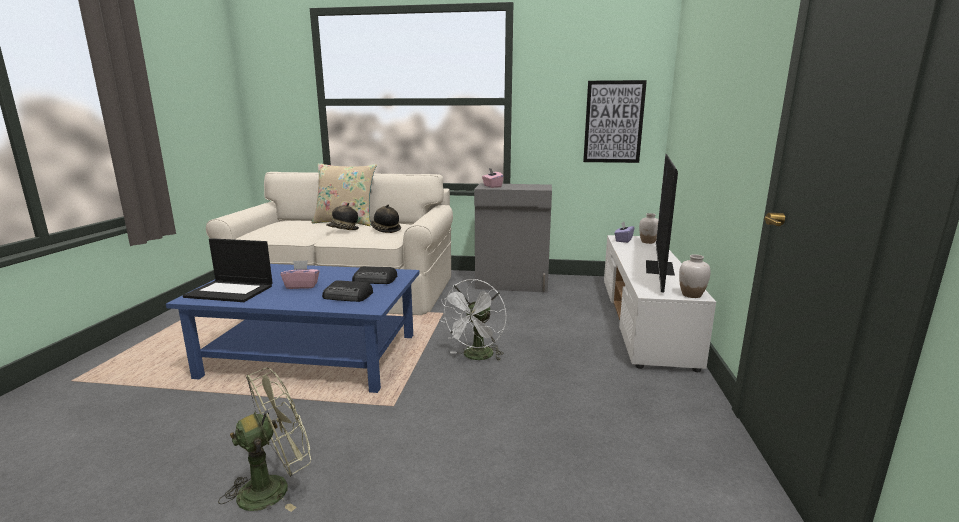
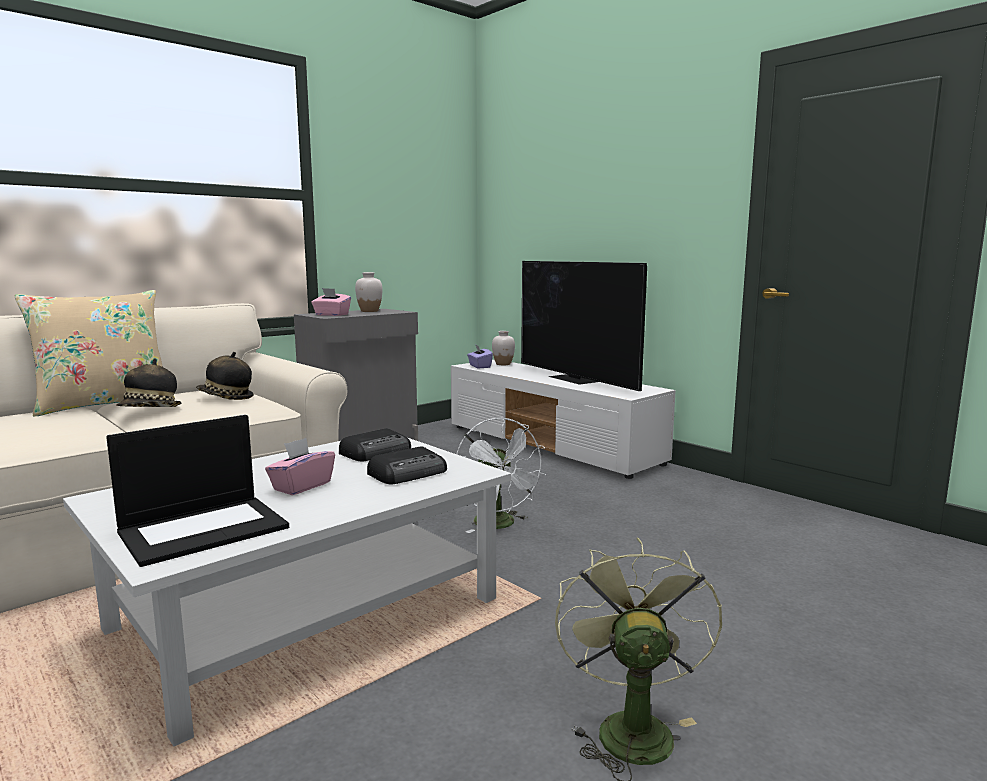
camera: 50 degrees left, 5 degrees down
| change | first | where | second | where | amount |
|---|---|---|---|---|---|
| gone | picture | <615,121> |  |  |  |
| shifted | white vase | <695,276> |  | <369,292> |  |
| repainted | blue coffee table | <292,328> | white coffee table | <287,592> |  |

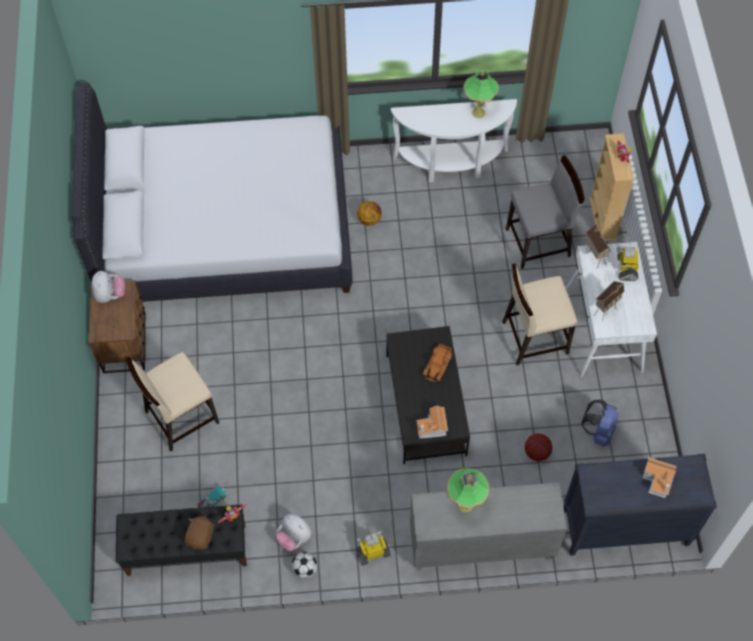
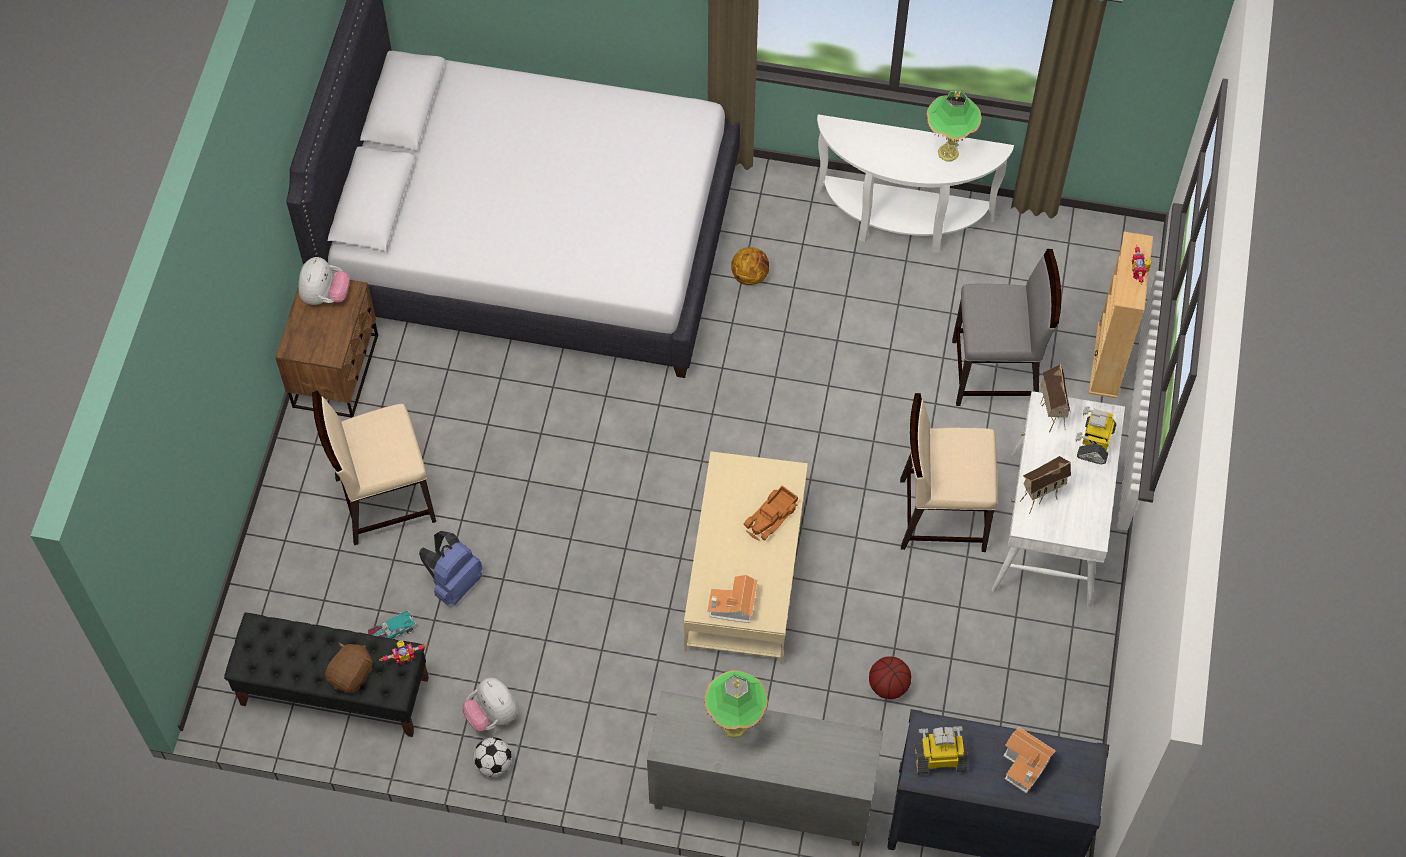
camera: 15 degrees right, 0 degrees up
| change | first | where | second | where | amount |
|---|---|---|---|---|---|
| repainted | black coffee table | <428,395> | beige coffee table | <746,557> |  |
| shifted | blue backpack | <600,423> |  | <451,568> |  |
| shifted | toy robot | <373,548> |  | <941,750> |  |

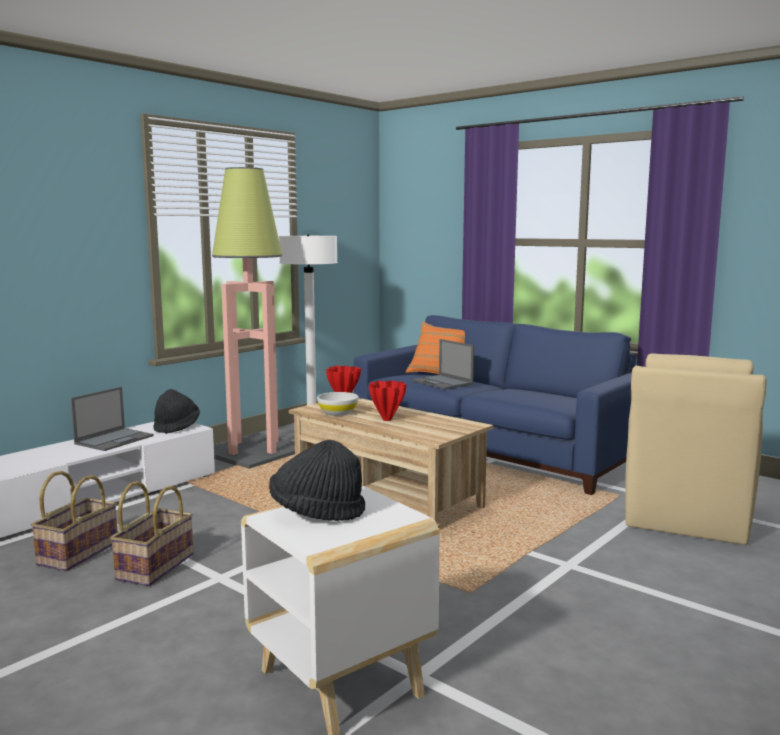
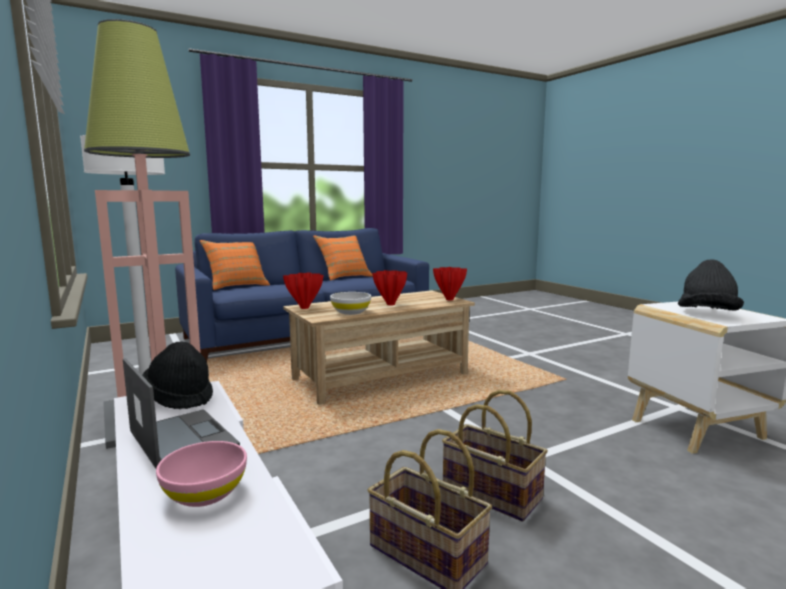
camera: 70 degrees left, 0 degrees up
| change | first | where | second | where | amount |
|---|---|---|---|---|---|
| gone | laptop | <443,364> |  |  |  |
| gone | beige armchair | <696,449> |  |  |  |
| new |  |  | orange pillow | <343,258> |  |
| new |  |  | red vase | <450,283> |  |
| new |  |  | pink bowl | <201,474> |  |

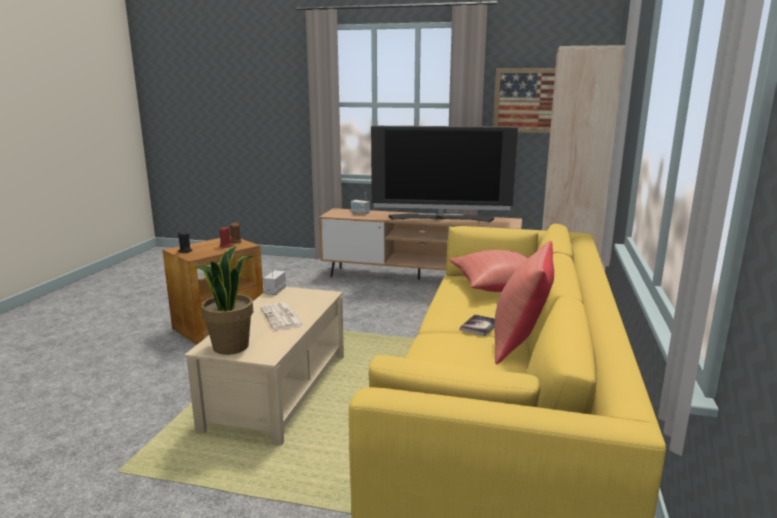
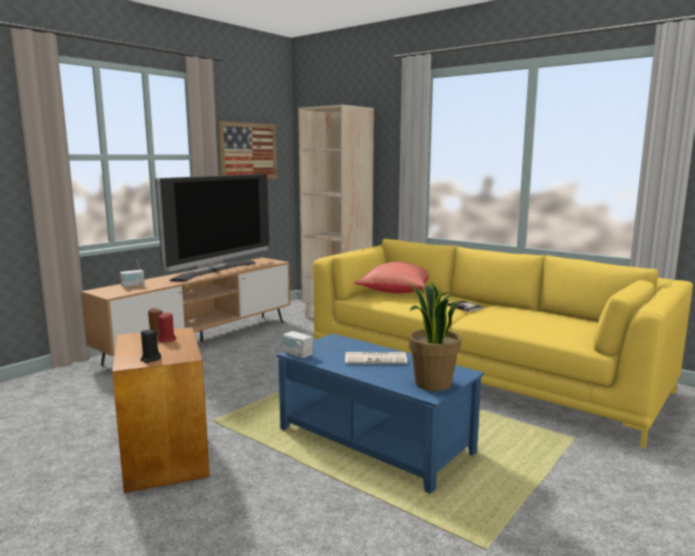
camera: 65 degrees left, 5 degrees down
| change | first | where | second | where | amount |
|---|---|---|---|---|---|
| gone | red pillow | <524,302> |  |  |  |
| repainted | beige coffee table | <264,366> | blue coffee table | <380,413> |  |

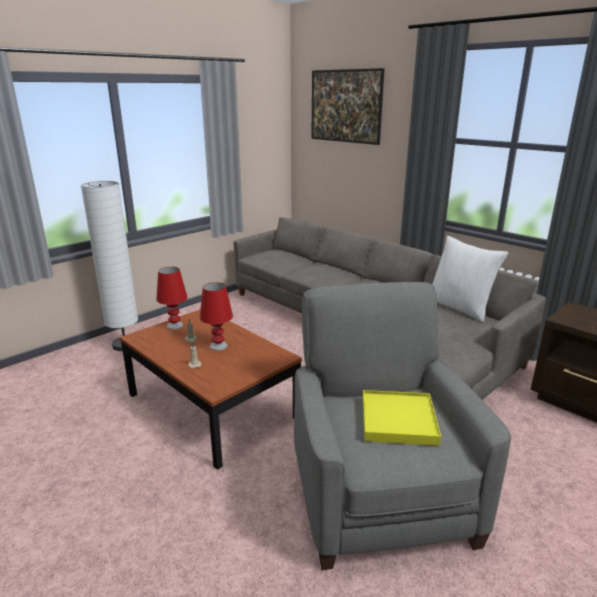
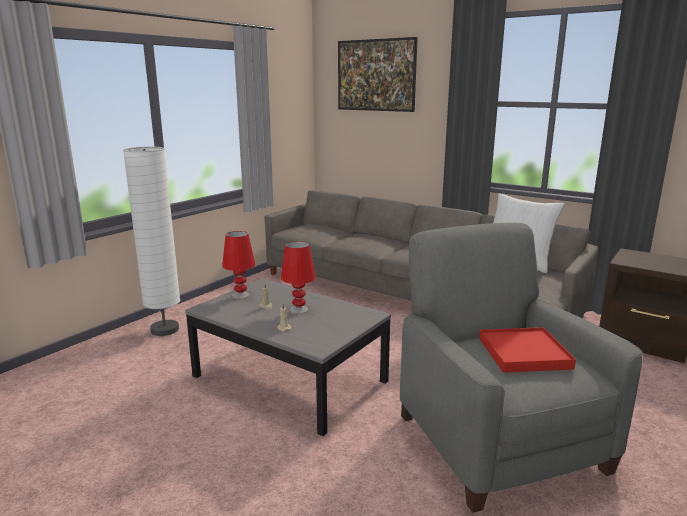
camera: 10 degrees left, 5 degrees down
| change | first | where | second | where | amount |
|---|---|---|---|---|---|
| repainted | brown coffee table | <211,389> | grey coffee table | <288,357> |  |
| repainted | yellow tray | <402,418> | red tray | <527,350> |  |

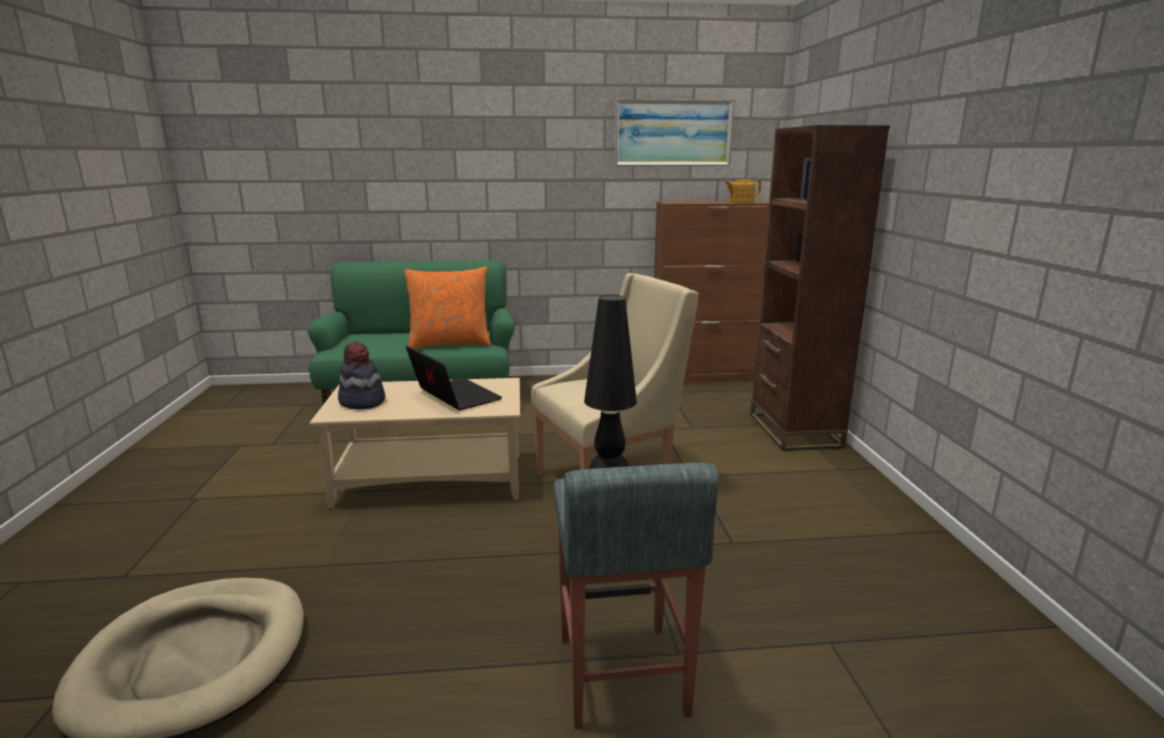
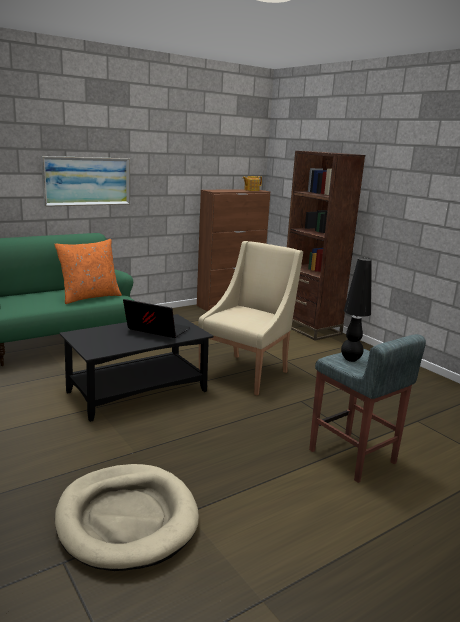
camera: 30 degrees left, 0 degrees up
| change | first | where | second | where | amount |
|---|---|---|---|---|---|
| shifted | picture | <675,132> |  | <85,181> |  |
| gone | hat | <361,375> |  |  |  |
| repainted | beige coffee table | <415,443> | black coffee table | <136,368> |  |

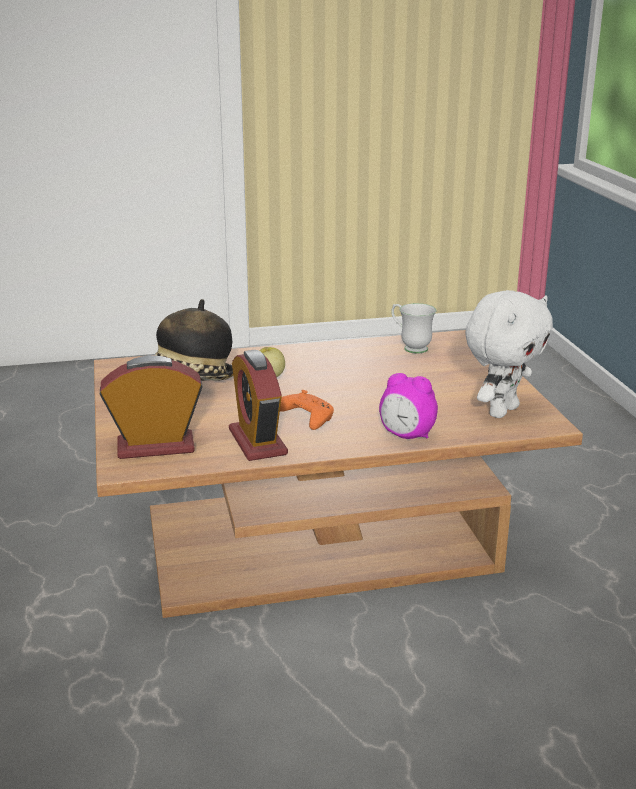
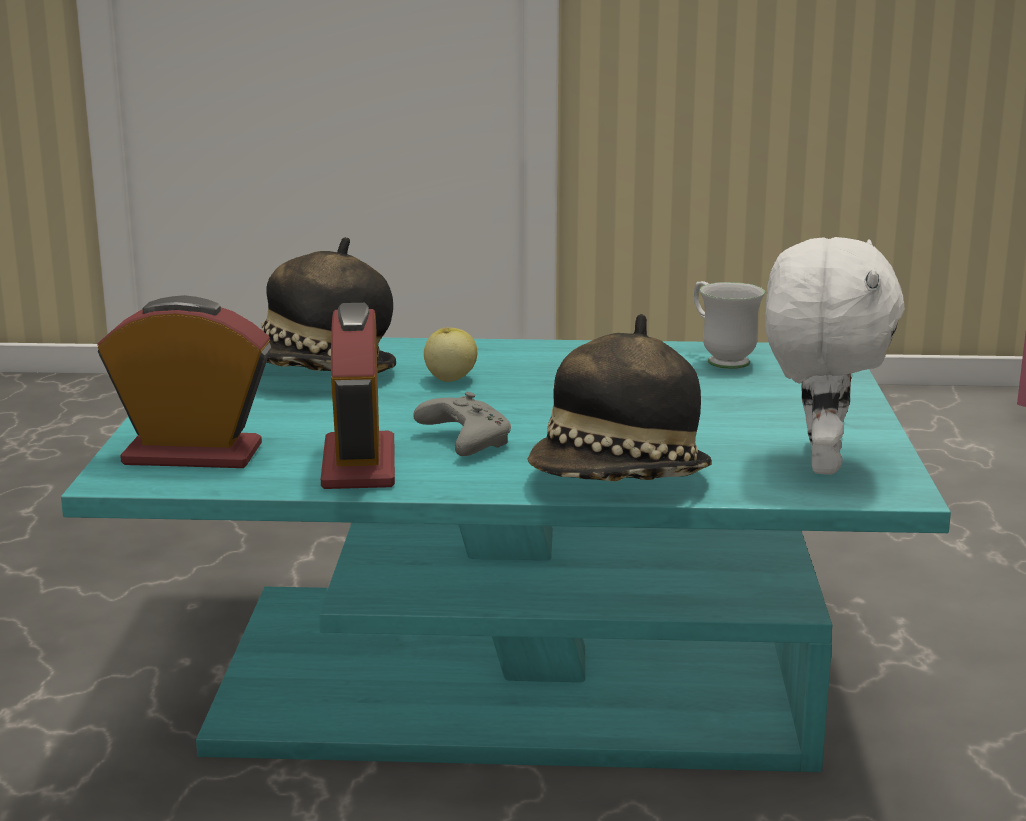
camera: 15 degrees right, 5 degrees down
| change | first | where | second | where | amount |
|---|---|---|---|---|---|
| rotated | white plush toy | <509,354> |  | <835,356> | 45 degrees counterclockwise |
| repainted | brown coffee table | <338,474> | turquoise coffee table | <506,555> |  |
| swapped | alarm clock | <408,406> | hat | <619,398> |  |
| repainted | orange game controller | <307,410> | grey game controller | <462,424> |  |

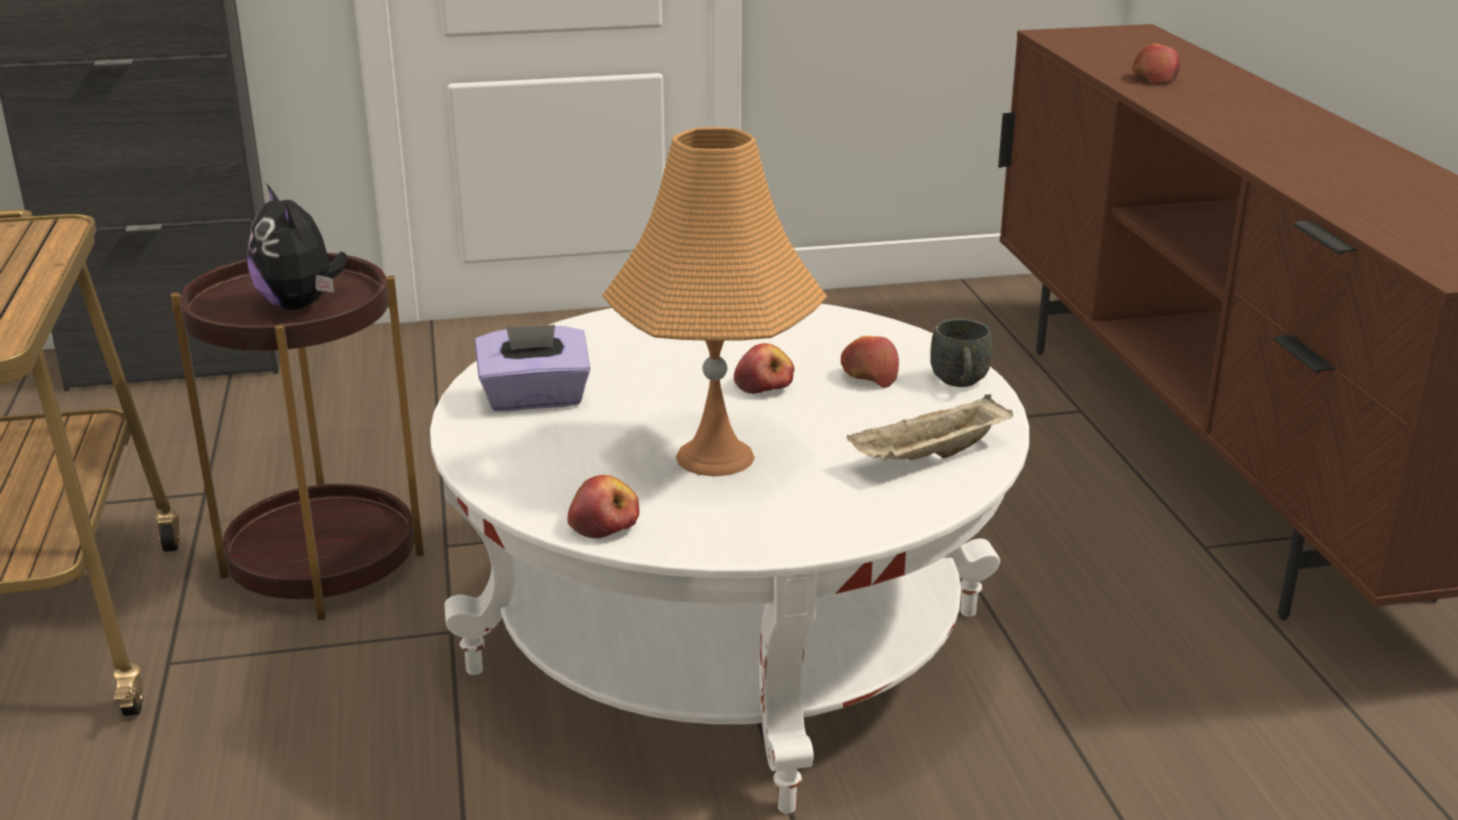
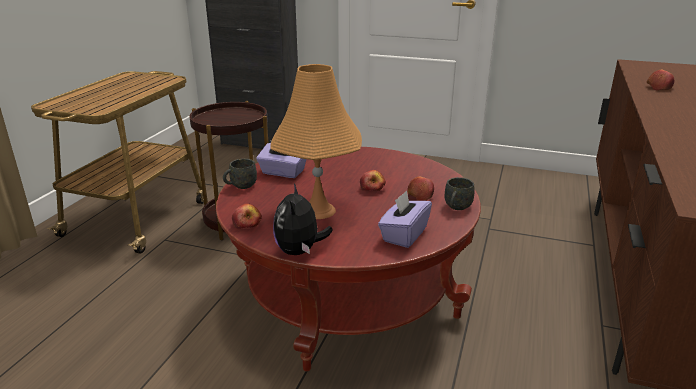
camera: 30 degrees right, 0 degrees up
| change | first | where | second | where | amount |
|---|---|---|---|---|---|
| shifted | plush toy | <297,246> |  | <303,219> |  |
| repainted | white coffee table | <729,559> | red coffee table | <348,259> |  |
| swapped | beige tray | <930,427> | purple tissue box | <405,219> |  |
| new |  |  | grey mug | <240,174> |  |

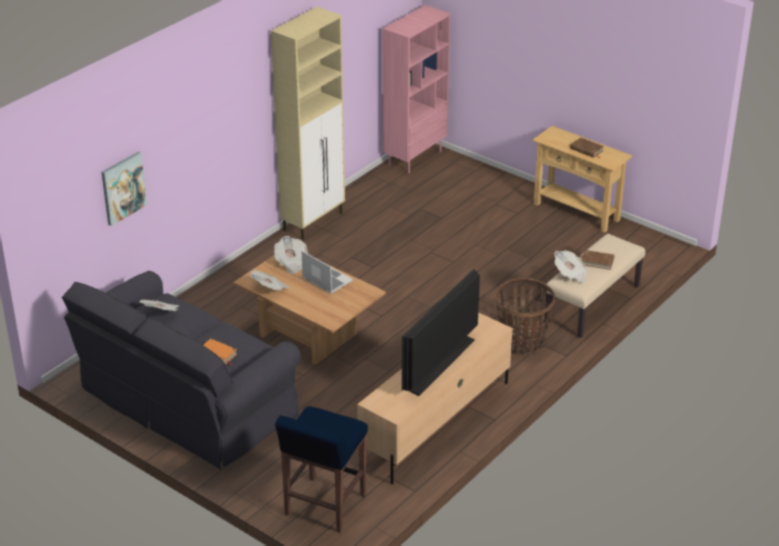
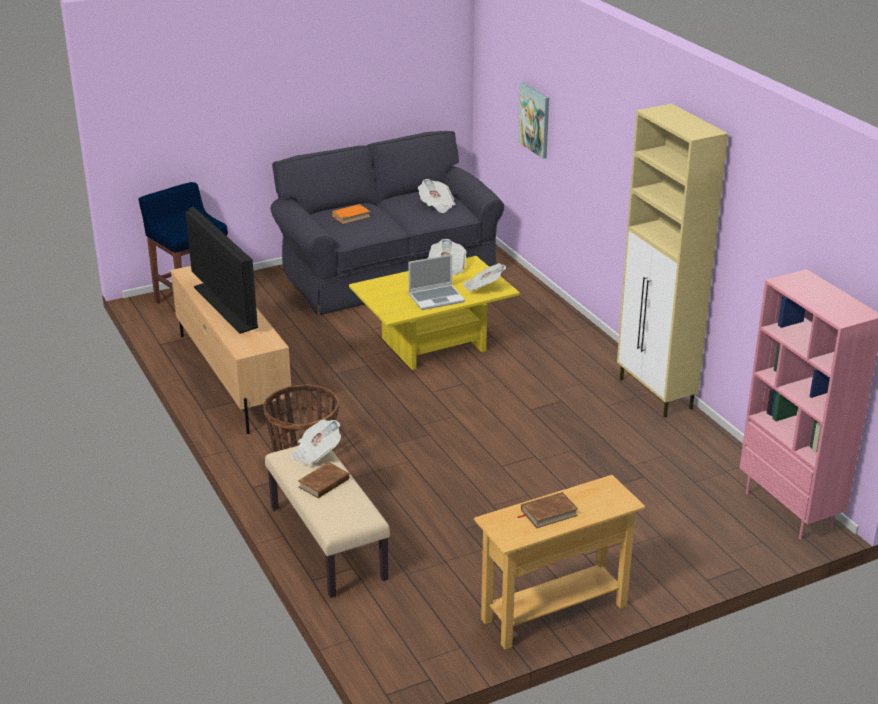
camera: 115 degrees right, 5 degrees down
| change | first | where | second | where | amount |
|---|---|---|---|---|---|
| repainted | brown coffee table | <309,310> | yellow coffee table | <434,313> |  |

